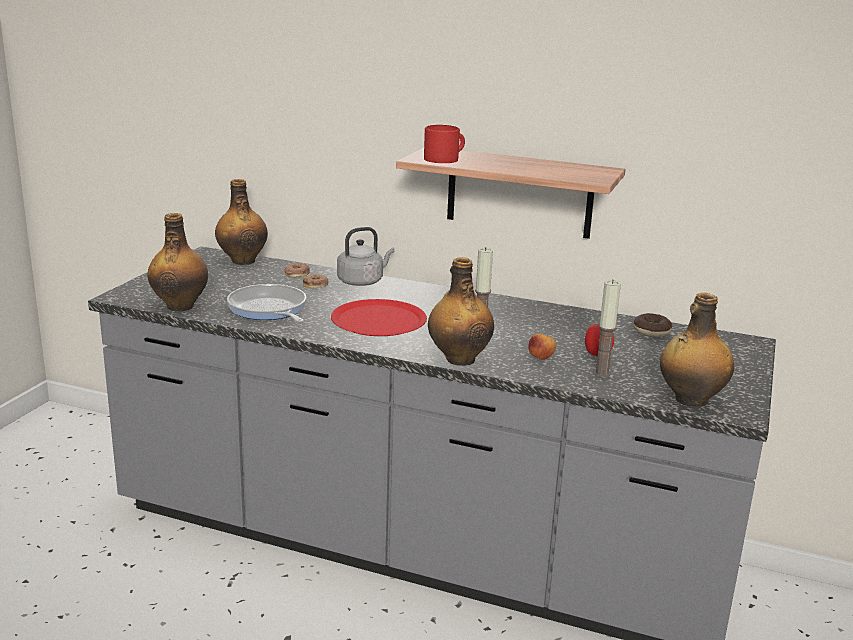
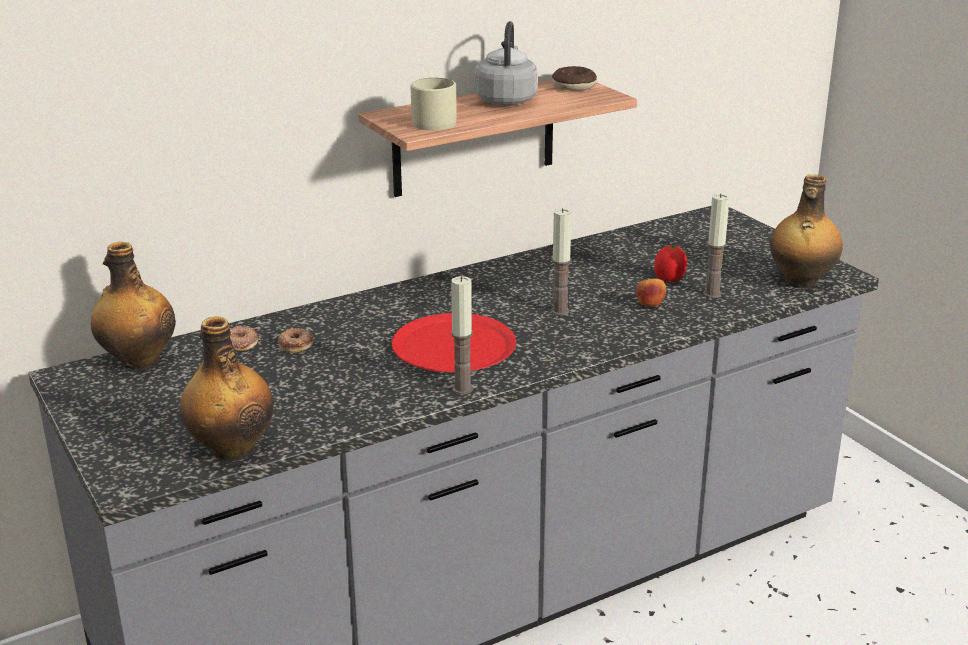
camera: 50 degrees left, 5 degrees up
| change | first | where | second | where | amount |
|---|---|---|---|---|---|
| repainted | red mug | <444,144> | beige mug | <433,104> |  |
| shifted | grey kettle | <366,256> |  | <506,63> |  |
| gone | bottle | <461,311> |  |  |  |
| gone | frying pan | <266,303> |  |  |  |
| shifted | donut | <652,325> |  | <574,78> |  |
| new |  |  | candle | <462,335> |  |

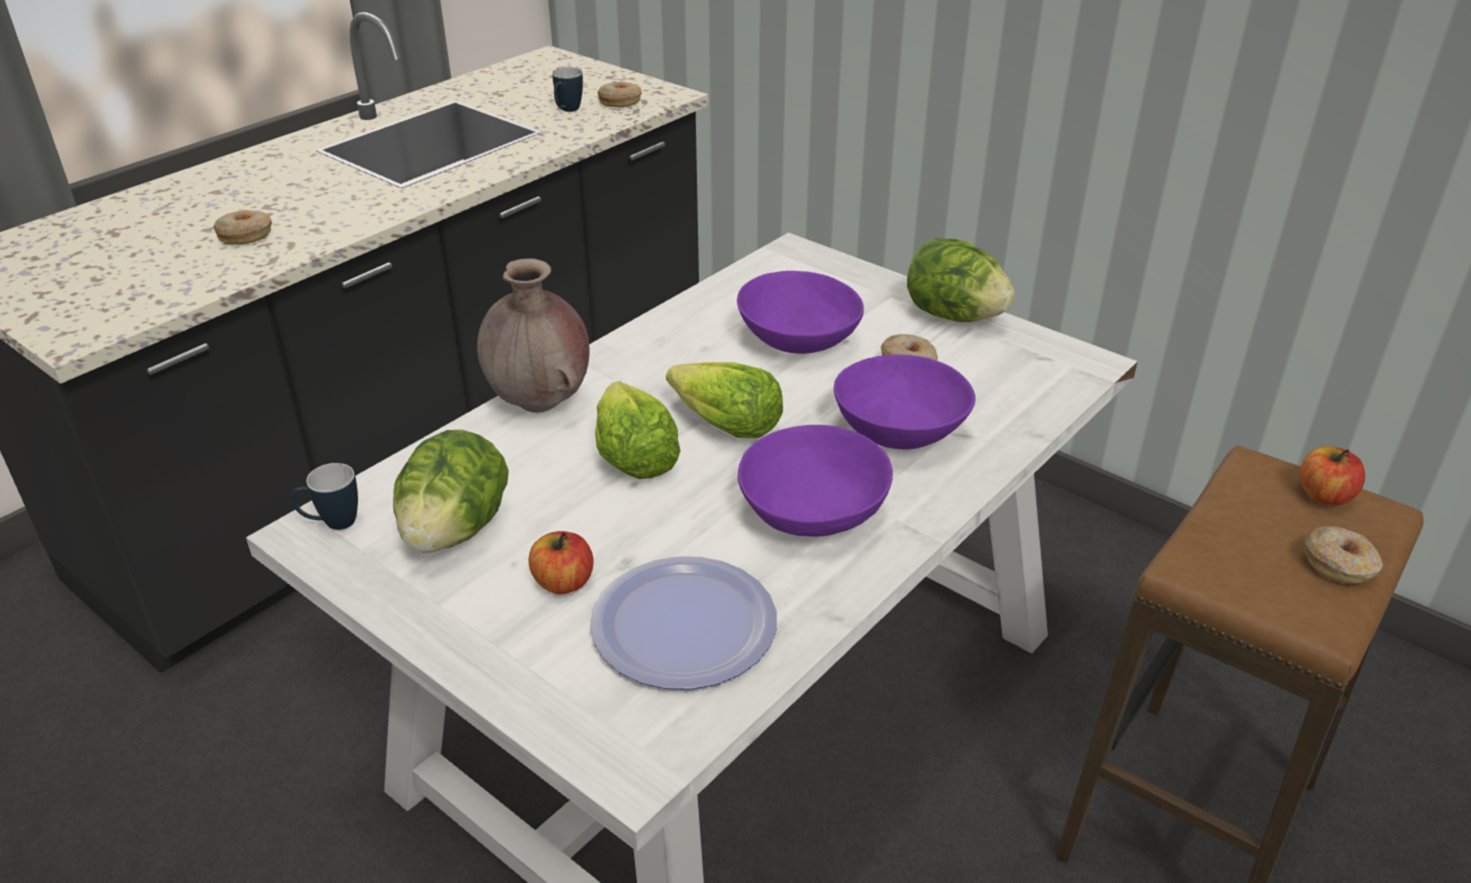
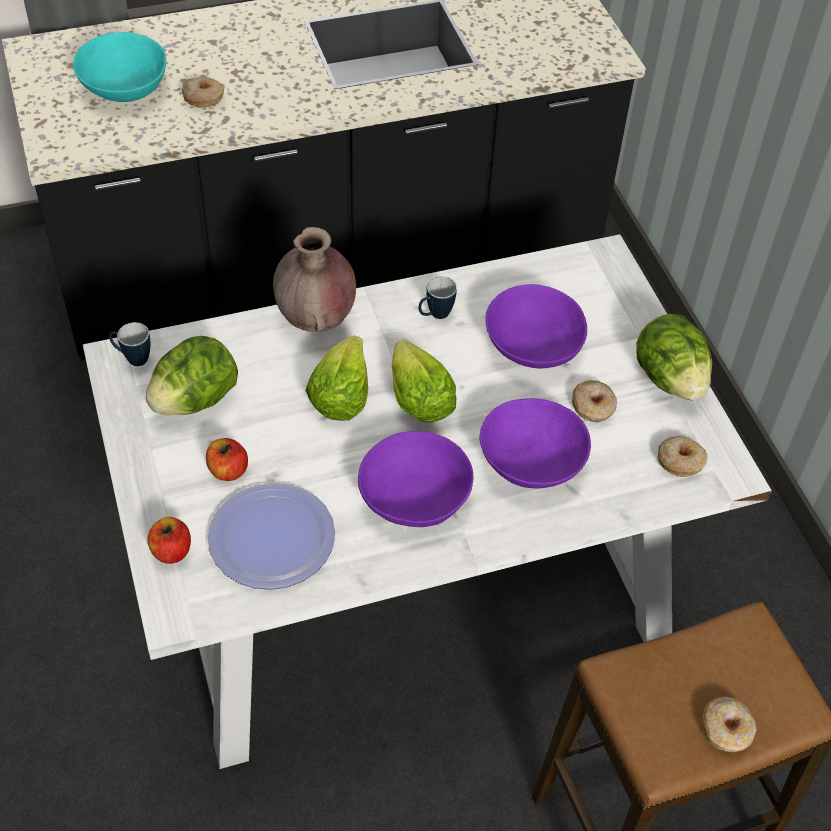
camera: 30 degrees right, 15 degrees up
| change | first | where | second | where | amount |
|---|---|---|---|---|---|
| shifted | mug | <567,89> |  | <437,297> |  |
| shifted | donut | <620,94> |  | <683,456> |  |
| shifted | apple | <1332,475> |  | <169,540> |  |
| new |  |  | turquoise bowl | <119,67> |  |

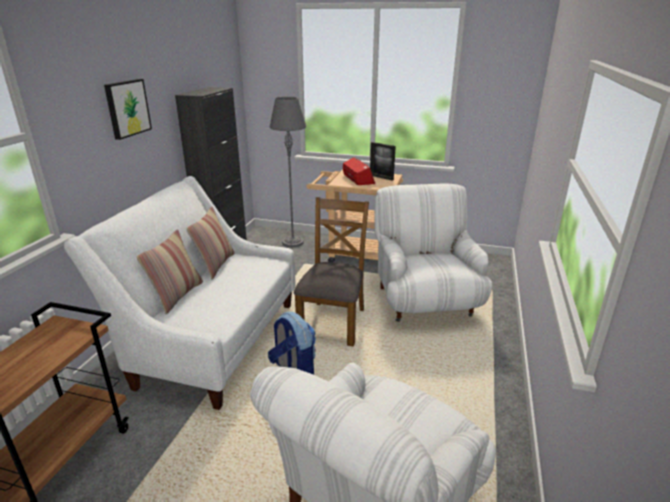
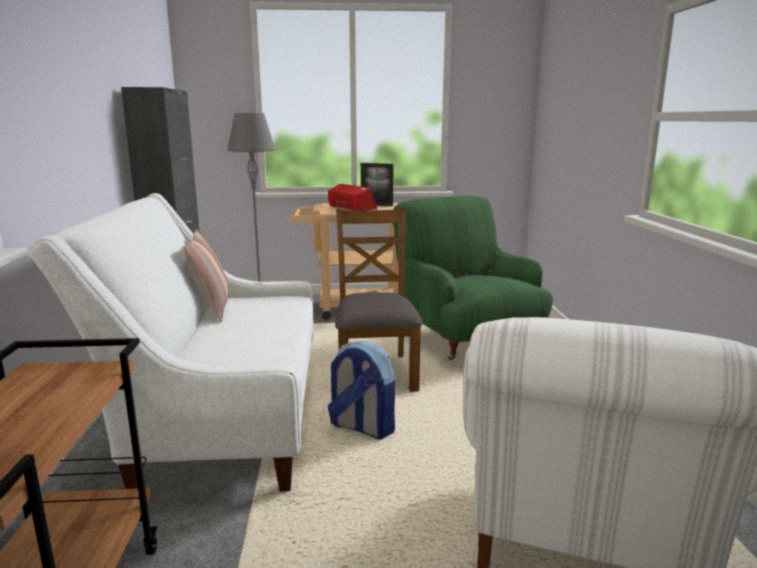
camera: 20 degrees left, 10 degrees down
| change | first | where | second | where | amount |
|---|---|---|---|---|---|
| gone | picture | <128,109> |  |  |  |
| repainted | white armchair | <433,252> | green armchair | <472,277> |  |
| gone | pillow | <169,272> |  |  |  |

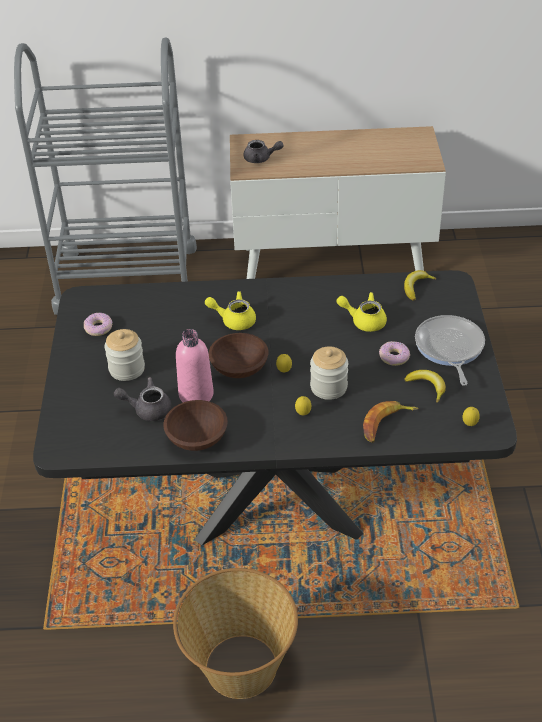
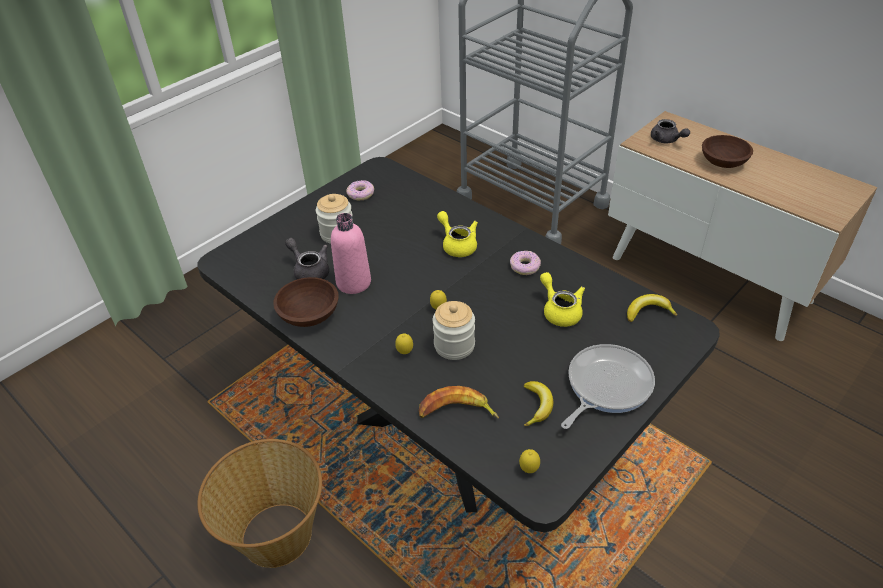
camera: 45 degrees right, 0 degrees up
| change | first | where | second | where | amount |
|---|---|---|---|---|---|
| shifted | brown bowl | <238,355> |  | <727,151> |  |
| shifted | donut | <394,353> |  | <525,263> |  |

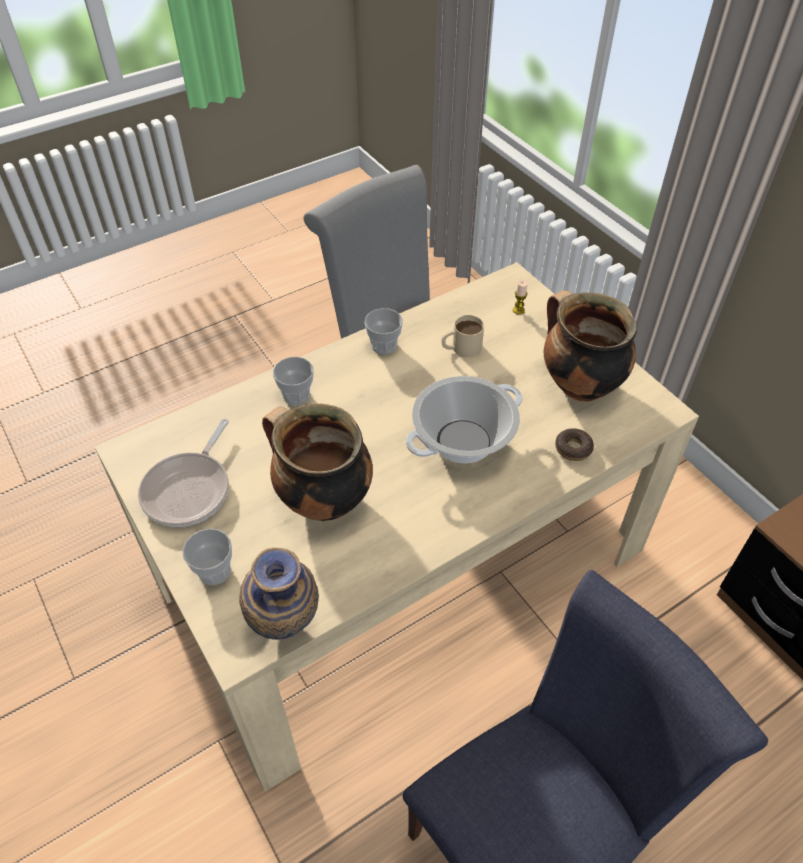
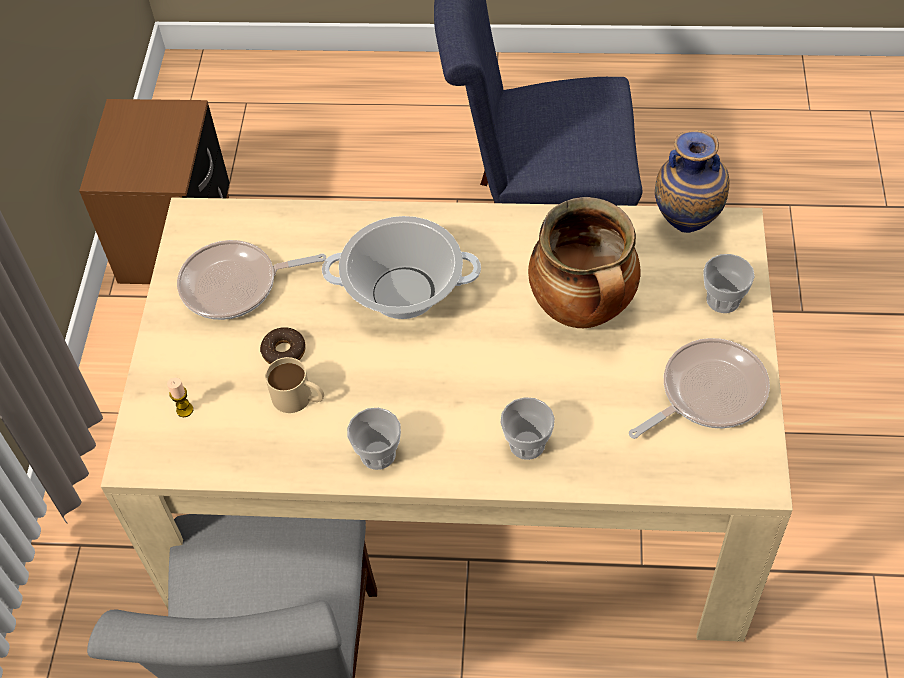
camera: 140 degrees left, 5 degrees up
| change | first | where | second | where | amount |
|---|---|---|---|---|---|
| swapped | cooking pot | <590,346> | frying pan | <251,280> |  |
| shifted | donut | <574,444> |  | <283,345> |  |

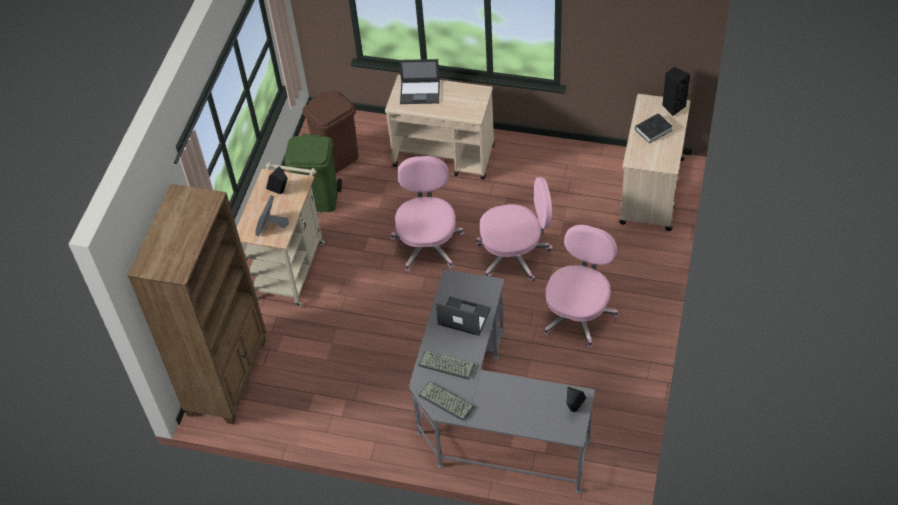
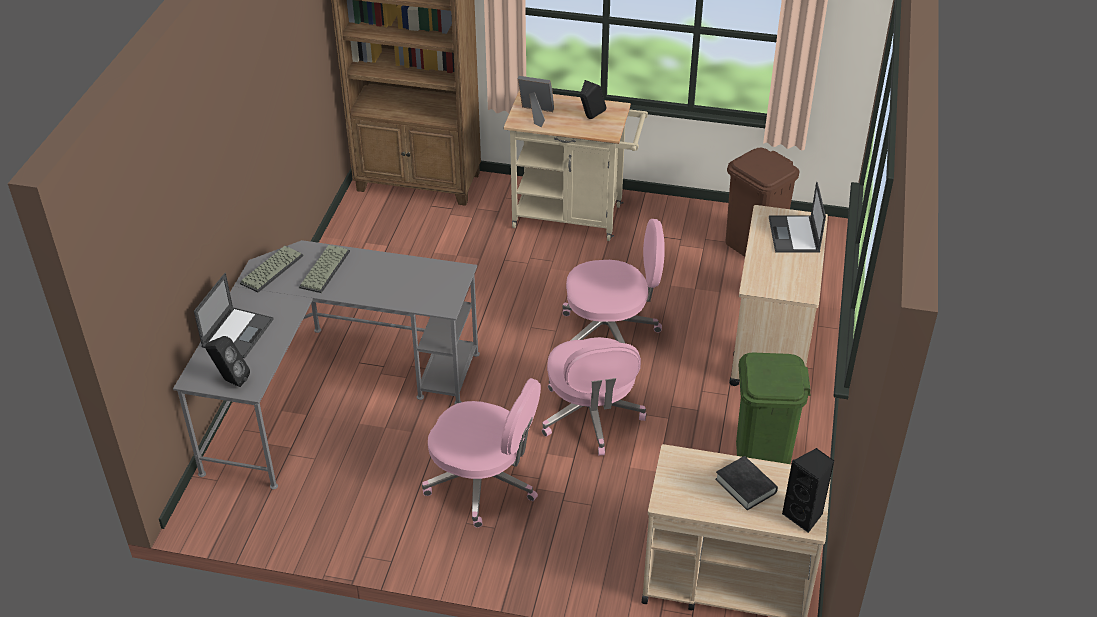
camera: 85 degrees right, 10 degrees down
| change | first | where | second | where | amount |
|---|---|---|---|---|---|
| shifted | green trash can | <313,173> |  | <773,408> |  |
| shifted | laptop | <463,316> |  | <233,315> |  |

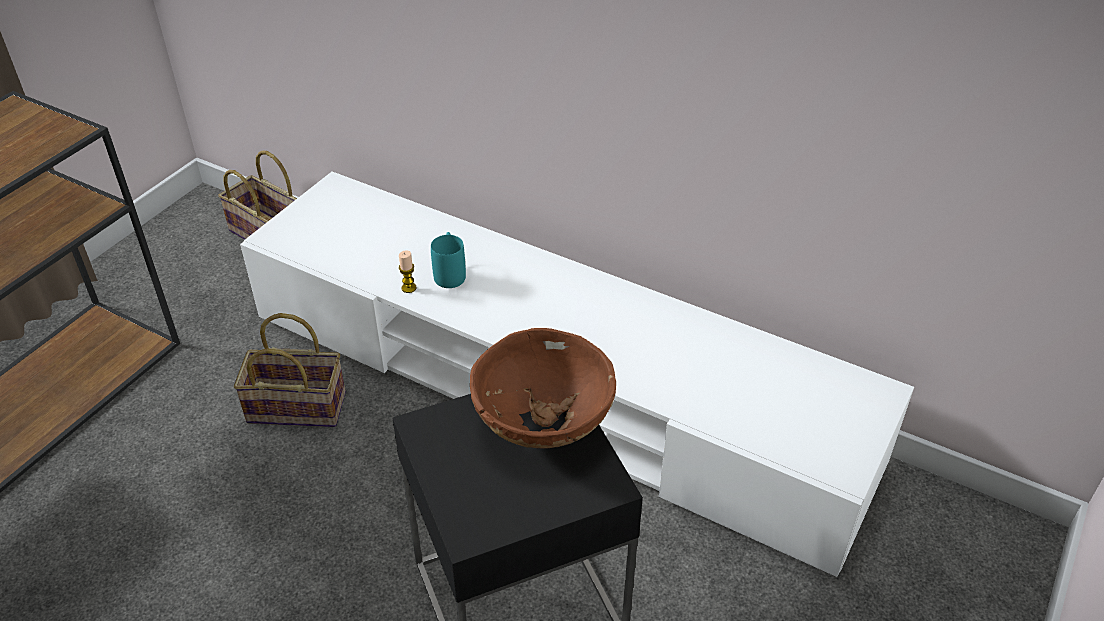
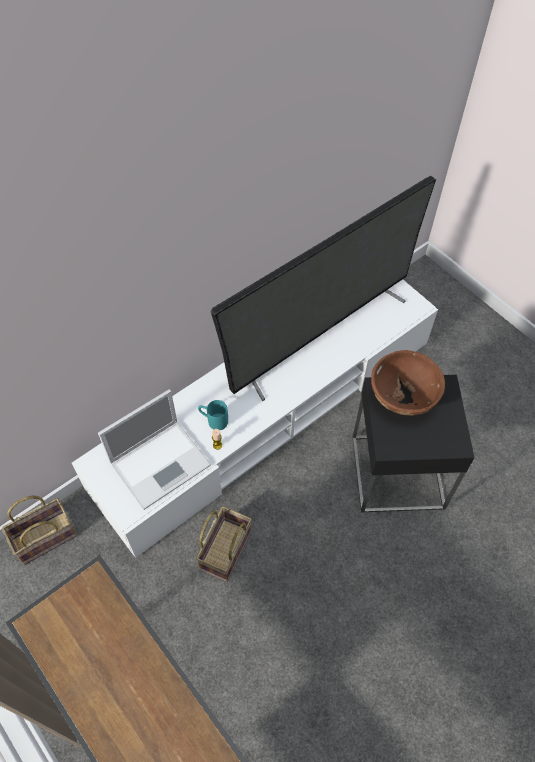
camera: 70 degrees left, 15 degrees up
| change | first | where | second | where | amount |
|---|---|---|---|---|---|
| new |  |  | television | <323,289> |  |
| new |  |  | laptop | <154,449> |  |

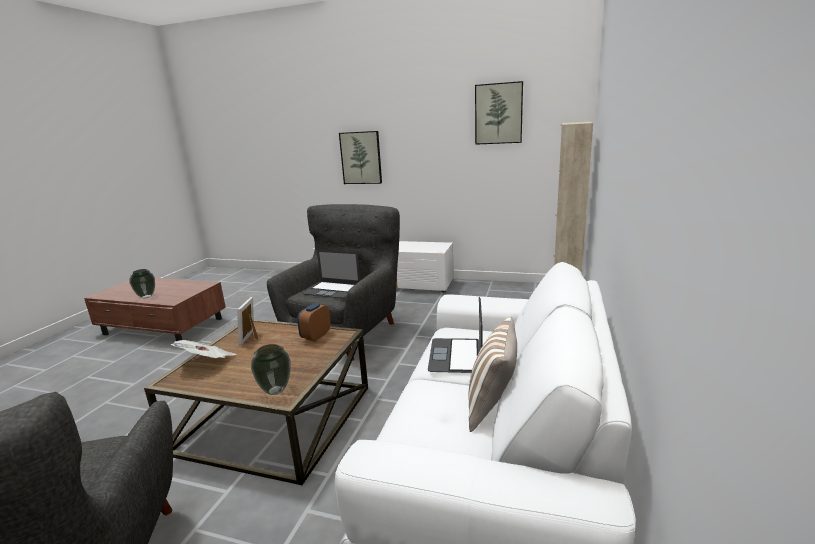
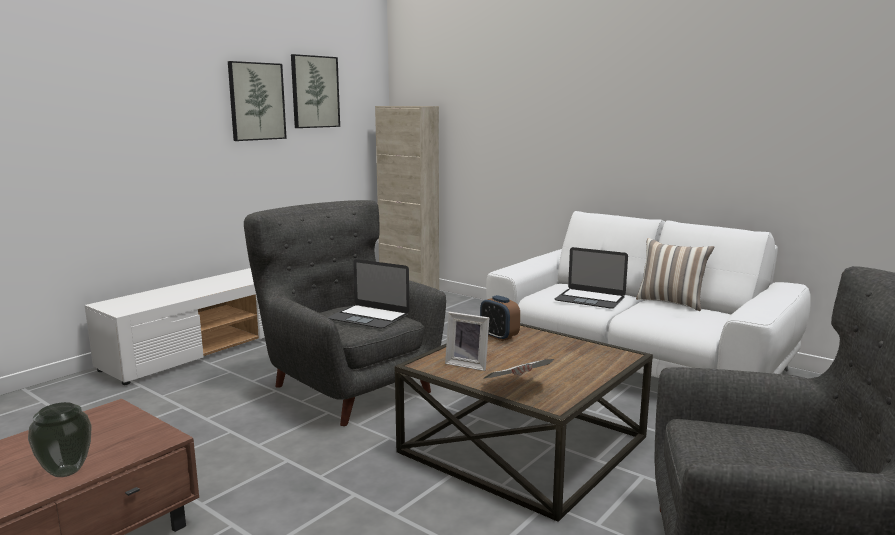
camera: 70 degrees left, 5 degrees down
| change | first | where | second | where | amount |
|---|---|---|---|---|---|
| shifted | picture | <360,157> |  | <257,101> |  |
| rotated | laptop | <331,274> |  | <368,294> | 75 degrees clockwise |
| gone | vase | <271,369> |  |  |  |

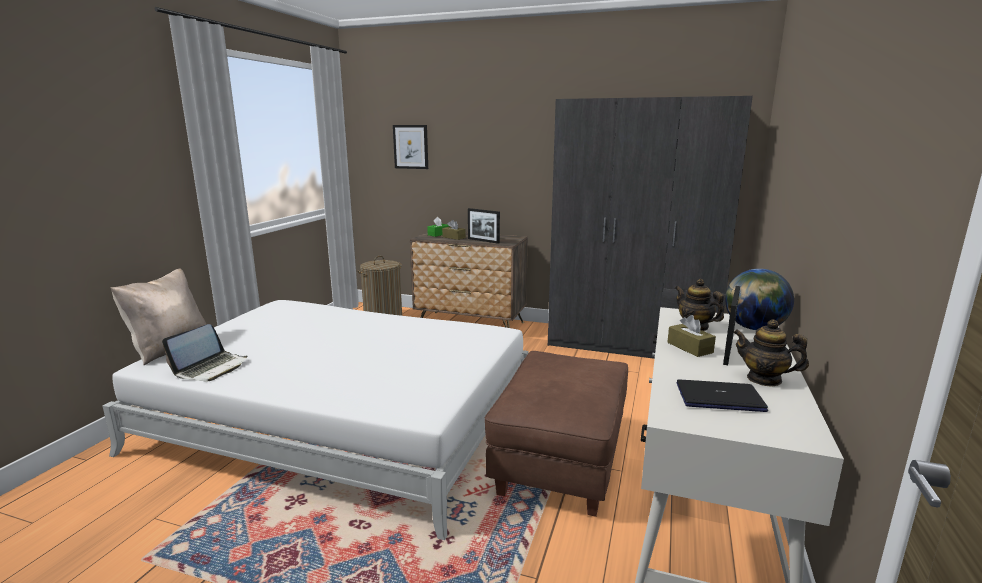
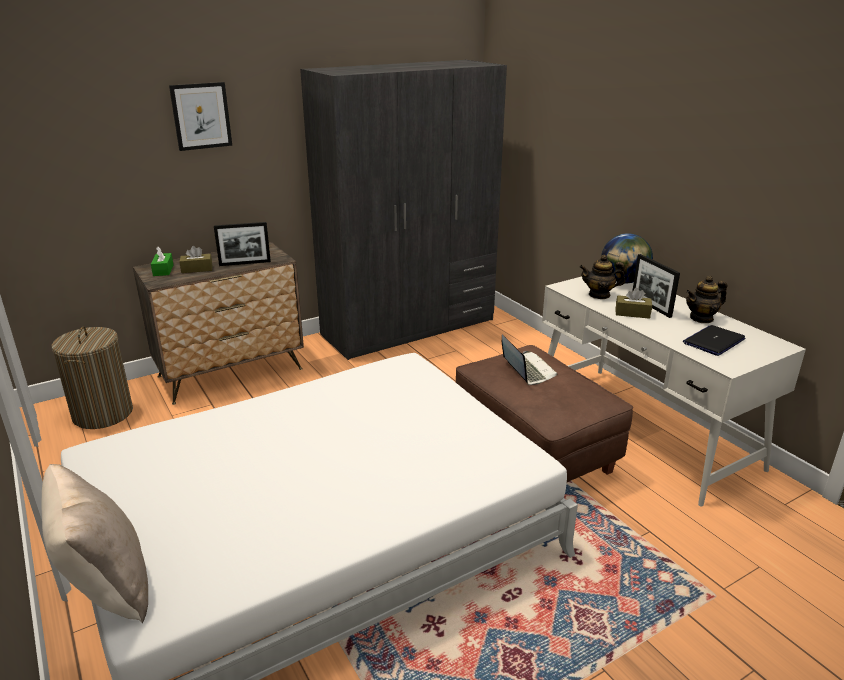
camera: 50 degrees left, 10 degrees up
| change | first | where | second | where | amount |
|---|---|---|---|---|---|
| shifted | picture | <410,147> |  | <200,116> |  |
| shifted | laptop | <204,352> |  | <529,360> |  |

